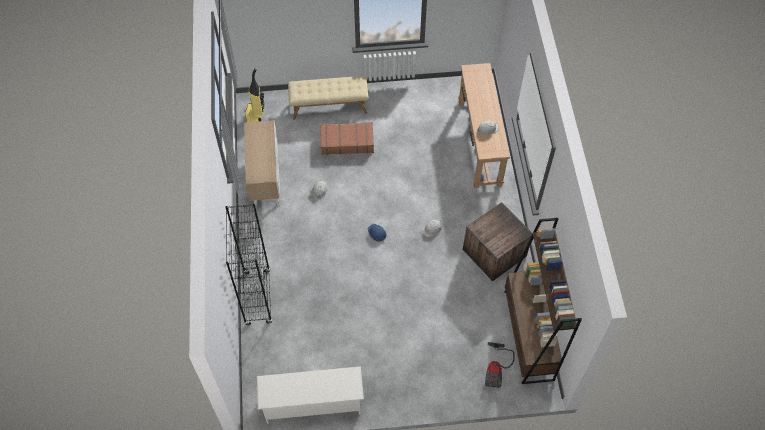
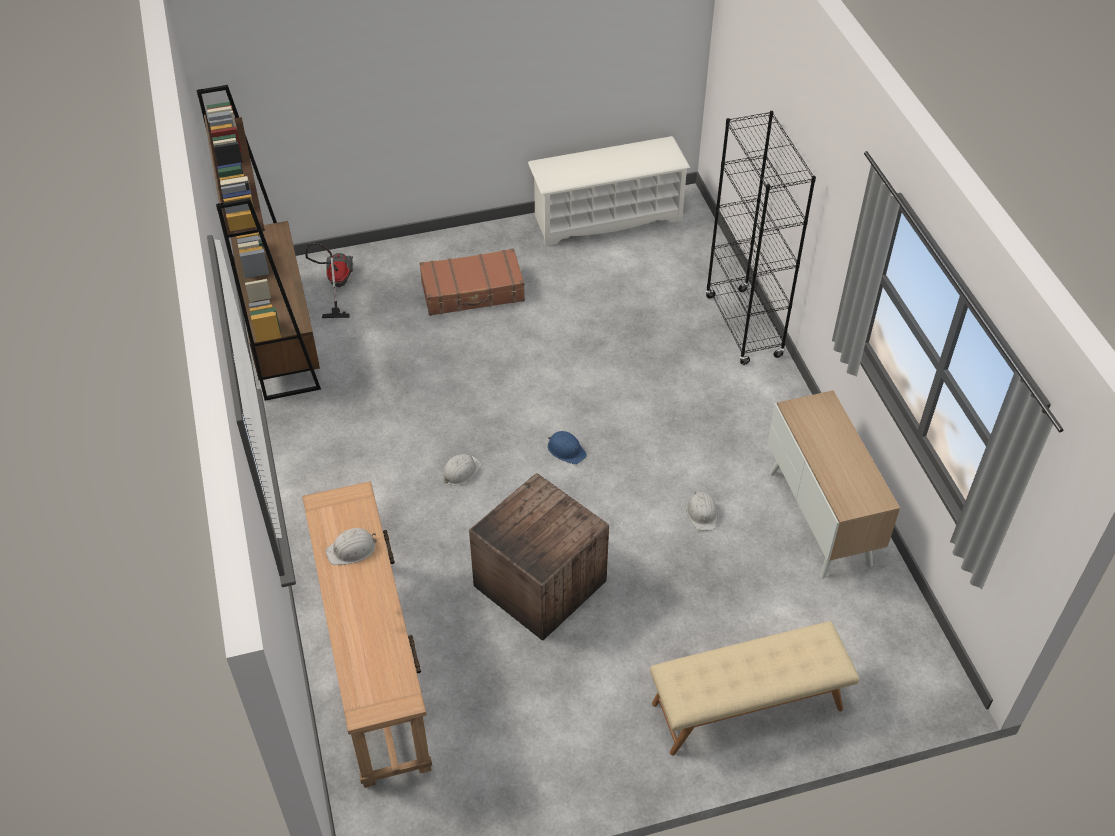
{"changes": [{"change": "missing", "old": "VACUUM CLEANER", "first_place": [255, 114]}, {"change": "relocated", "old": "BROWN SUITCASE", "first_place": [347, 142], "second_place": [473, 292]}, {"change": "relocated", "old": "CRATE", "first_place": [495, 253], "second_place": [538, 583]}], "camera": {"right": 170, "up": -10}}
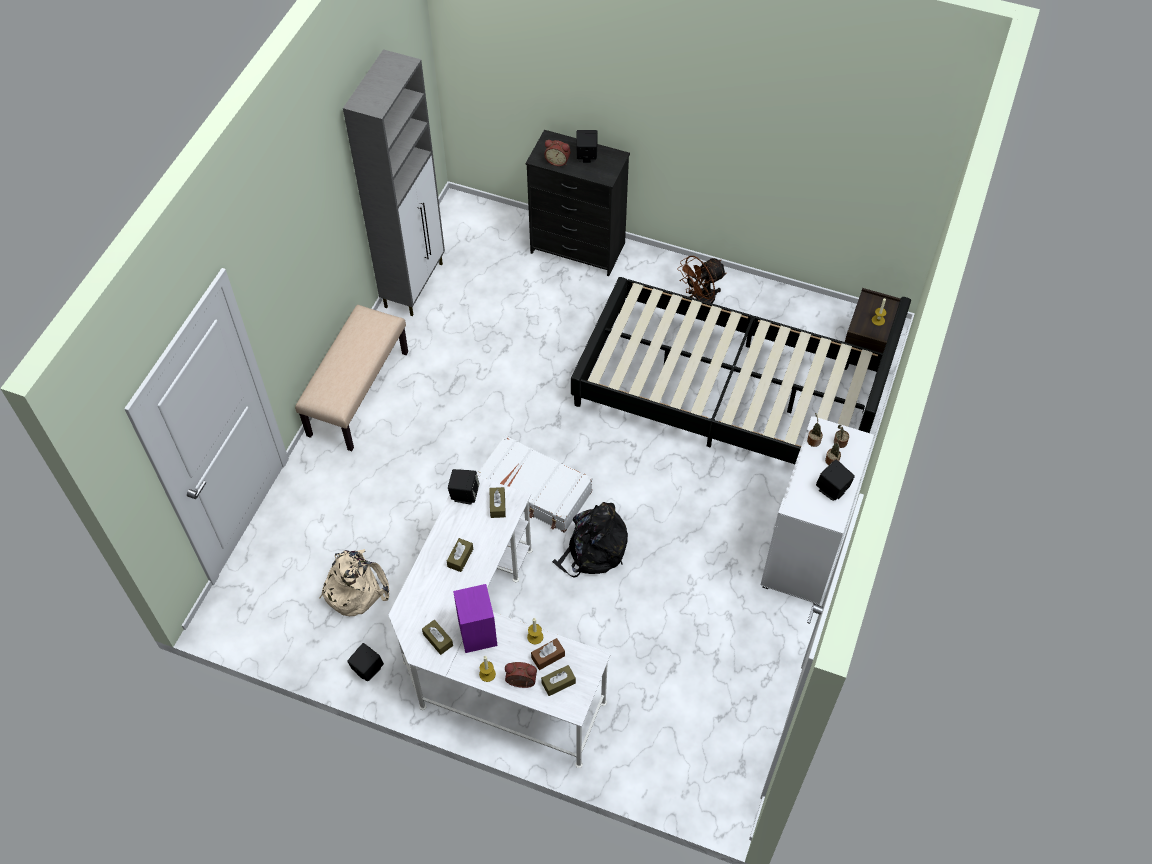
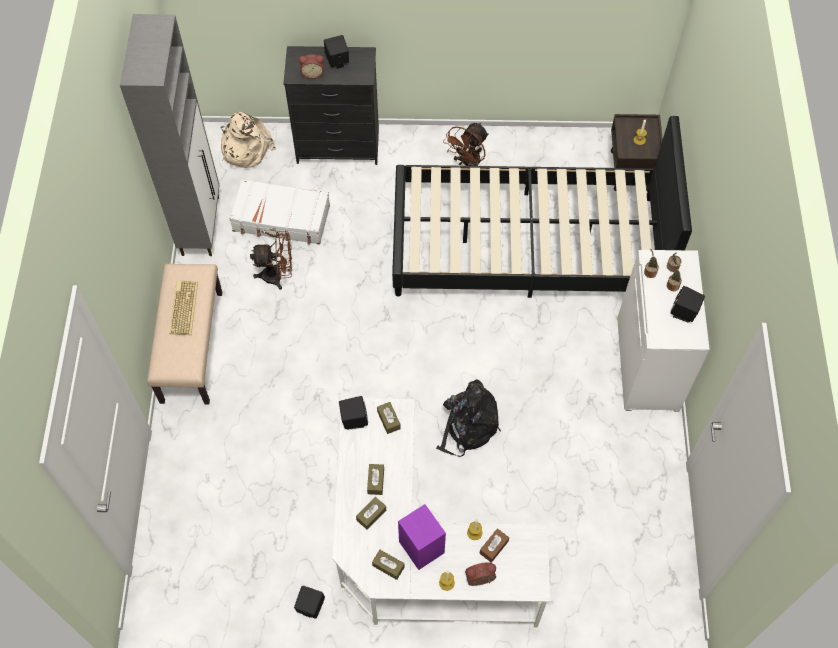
{"changes": [{"change": "relocated", "old": "WHITE SUITCASE", "first_place": [534, 491], "second_place": [281, 219]}, {"change": "relocated", "old": "BEIGE BACKPACK", "first_place": [354, 587], "second_place": [244, 148]}, {"change": "relocated", "old": "BROWN TISSUE BOX", "first_place": [558, 683], "second_place": [371, 515]}, {"change": "appeared", "new": "BROWN FAN", "second_place": [278, 276]}, {"change": "appeared", "new": "KEYBOARD", "second_place": [183, 307]}], "camera": {"right": -20, "up": 5}}
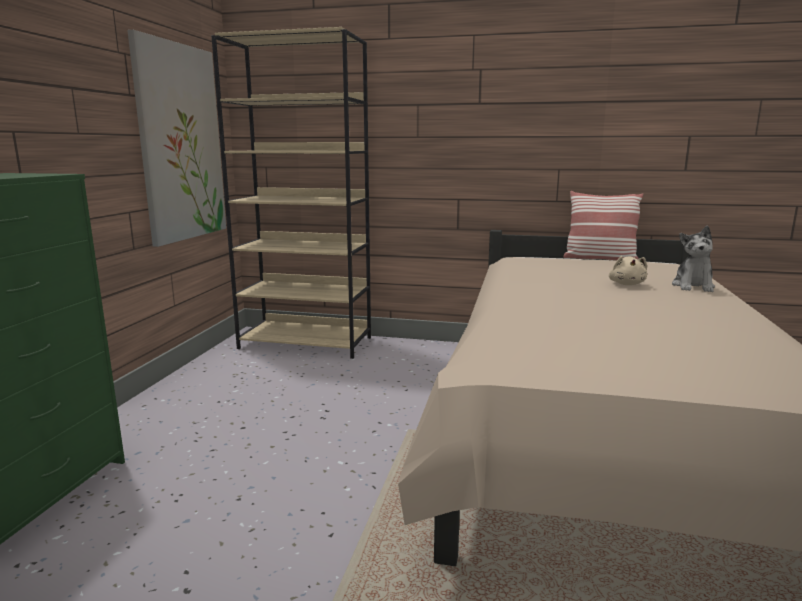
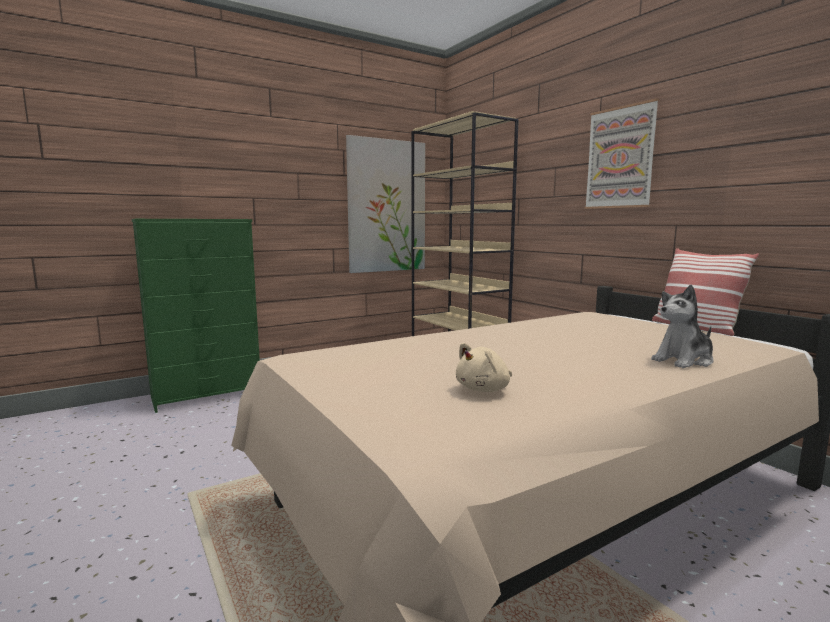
{"changes": [{"change": "relocated", "old": "BEIGE PLUSH TOY", "first_place": [626, 284], "second_place": [484, 389]}, {"change": "appeared", "new": "PICTURE", "second_place": [620, 158]}], "camera": {"right": 45, "up": -5}}
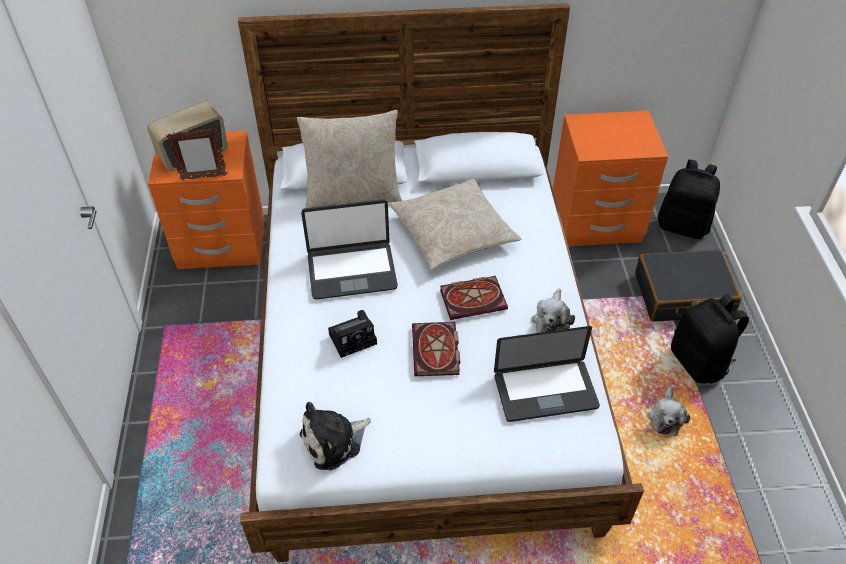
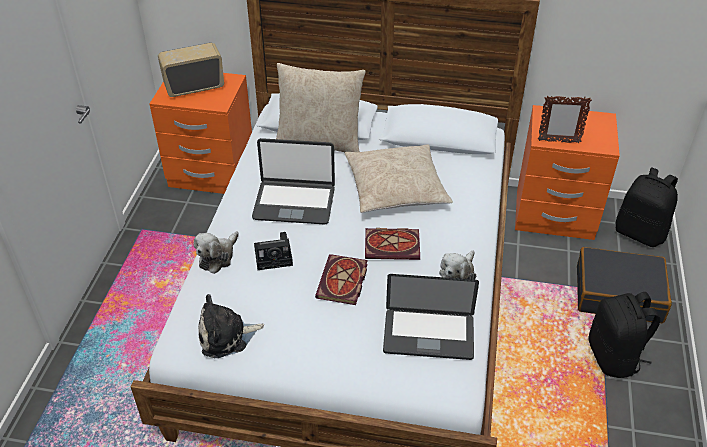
{"changes": [{"change": "relocated", "old": "PICTURE FRAME", "first_place": [203, 177], "second_place": [558, 141]}, {"change": "relocated", "old": "PLUSH TOY", "first_place": [665, 417], "second_place": [218, 257]}], "camera": {"right": 15, "up": -5}}
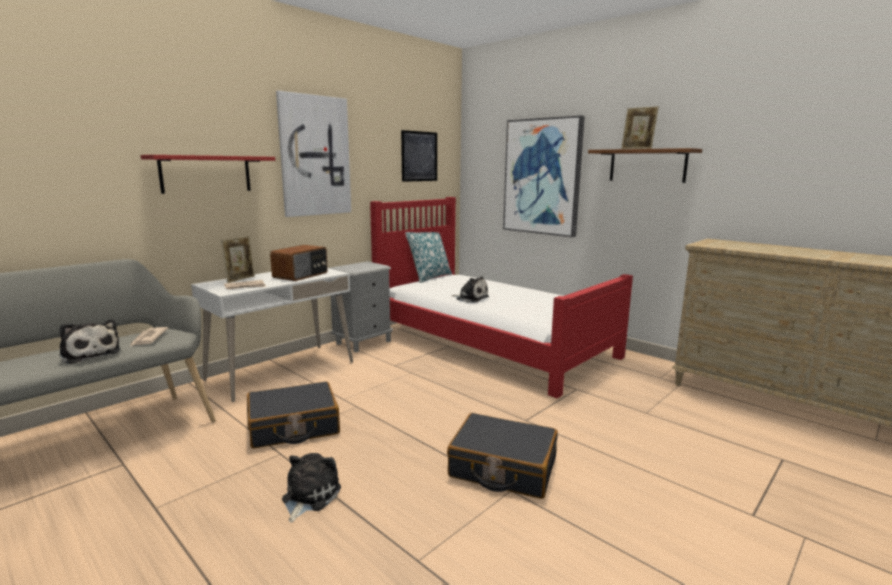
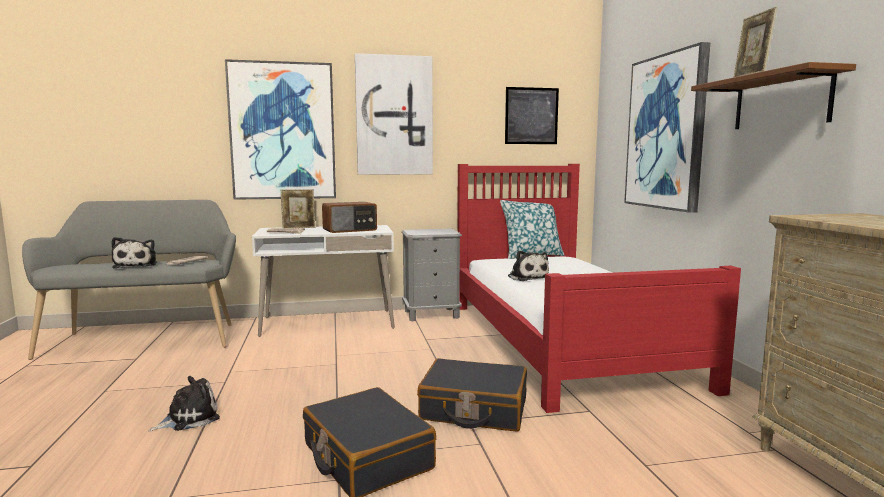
{"changes": [{"change": "exchanged", "old": "RED SHELF", "new": "PICTURE", "first_place": [206, 174], "second_place": [283, 131]}, {"change": "relocated", "old": "BLACK SUITCASE", "first_place": [293, 427], "second_place": [474, 409]}], "camera": {"right": 35, "up": -5}}
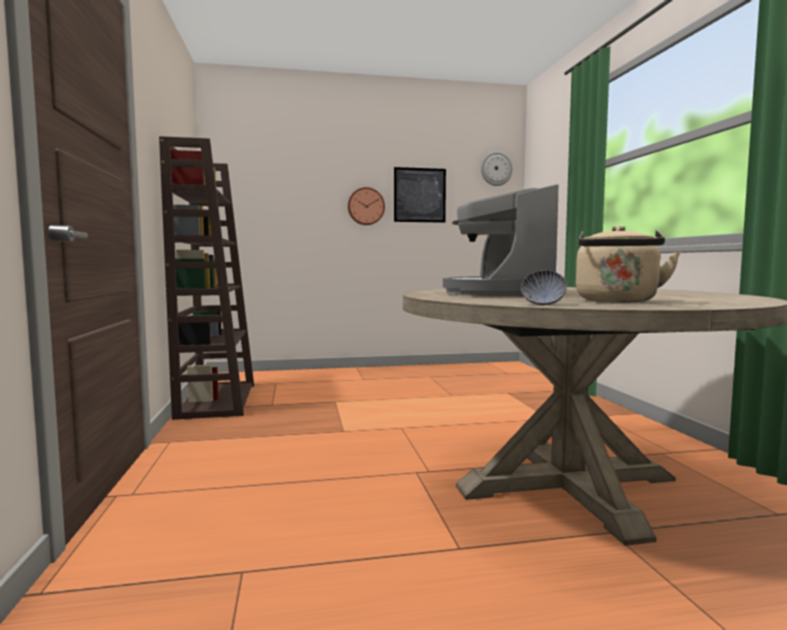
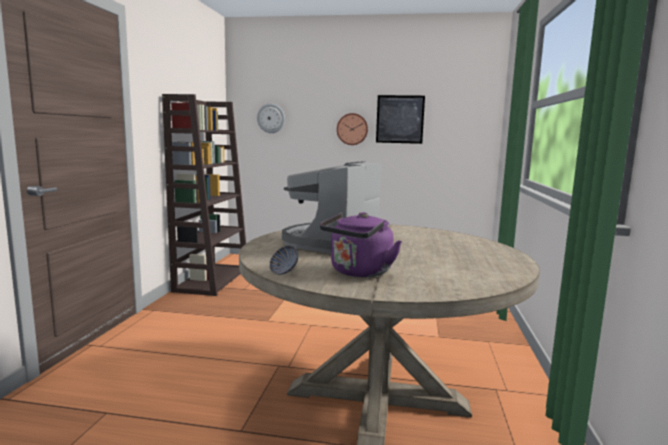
{"changes": [{"change": "relocated", "old": "WALL CLOCK", "first_place": [496, 168], "second_place": [271, 118]}, {"change": "colour", "old": "BEIGE KETTLE", "new": "PURPLE KETTLE", "first_place": [617, 301], "second_place": [359, 272]}], "camera": {"right": 20, "up": 5}}
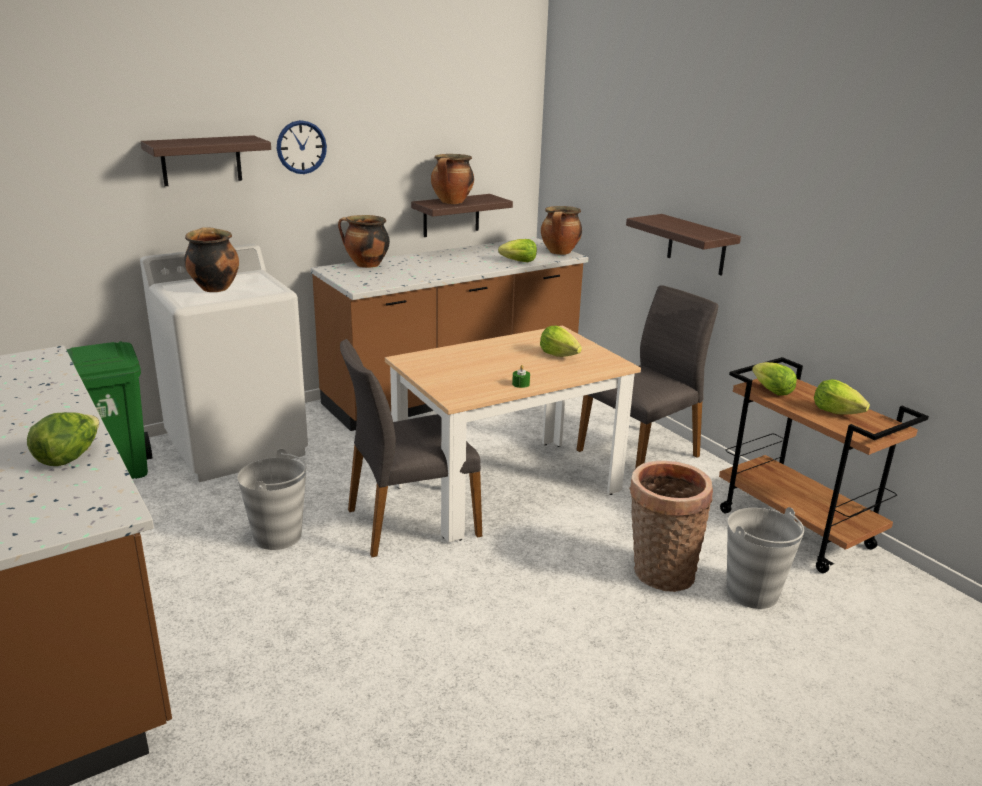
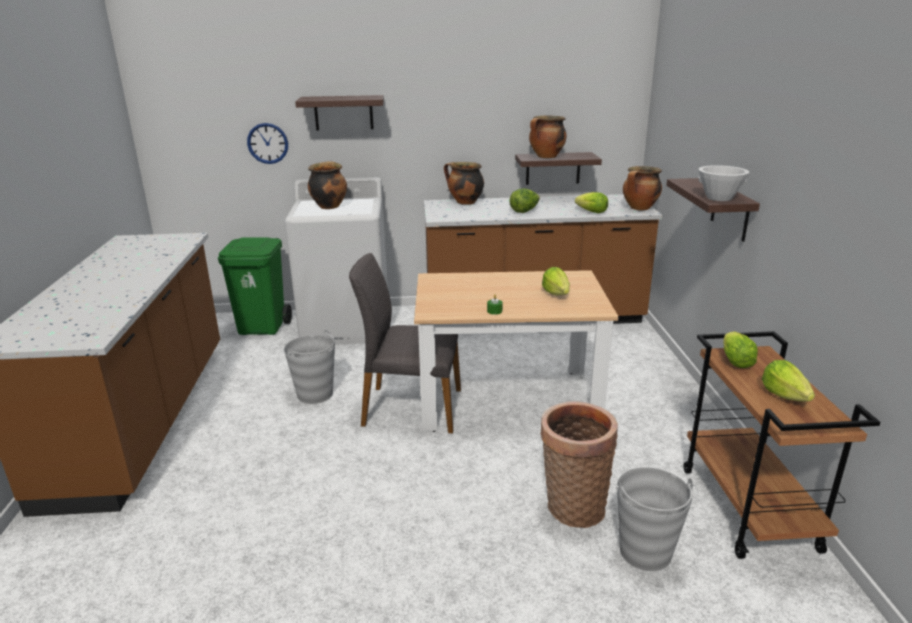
{"changes": [{"change": "relocated", "old": "WALL CLOCK", "first_place": [301, 147], "second_place": [267, 143]}, {"change": "missing", "old": "GREY CHAIR", "first_place": [640, 453]}, {"change": "relocated", "old": "LETTUCE", "first_place": [69, 457], "second_place": [524, 211]}, {"change": "appeared", "new": "WHITE BOWL", "second_place": [719, 198]}], "camera": {"right": 30, "up": 0}}
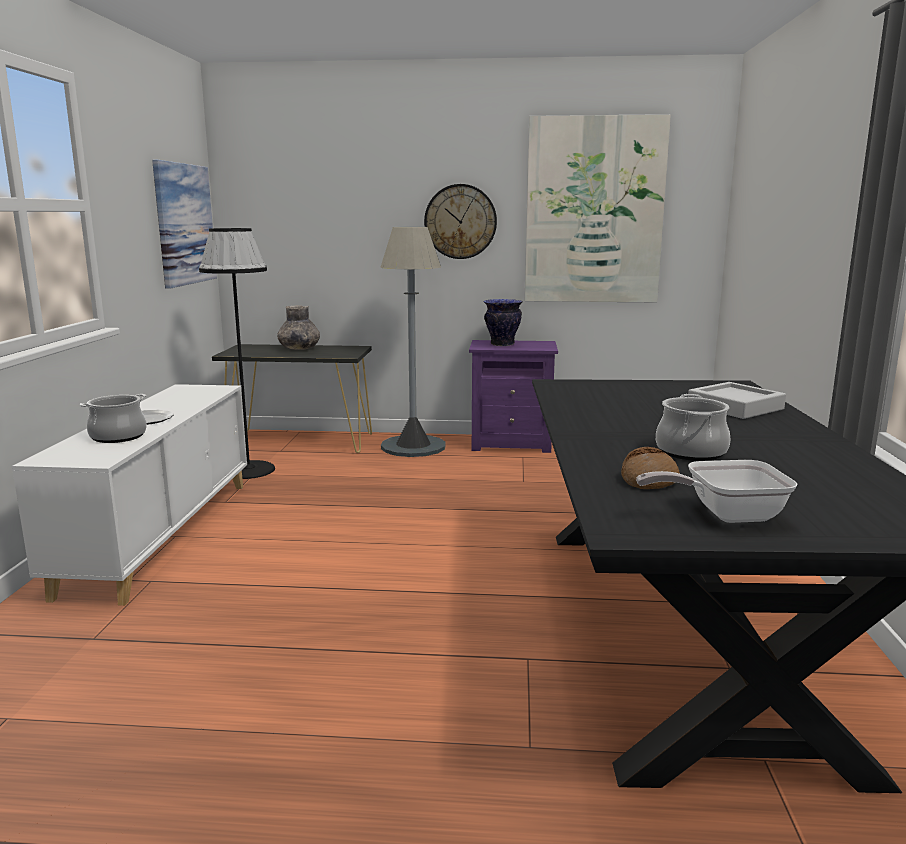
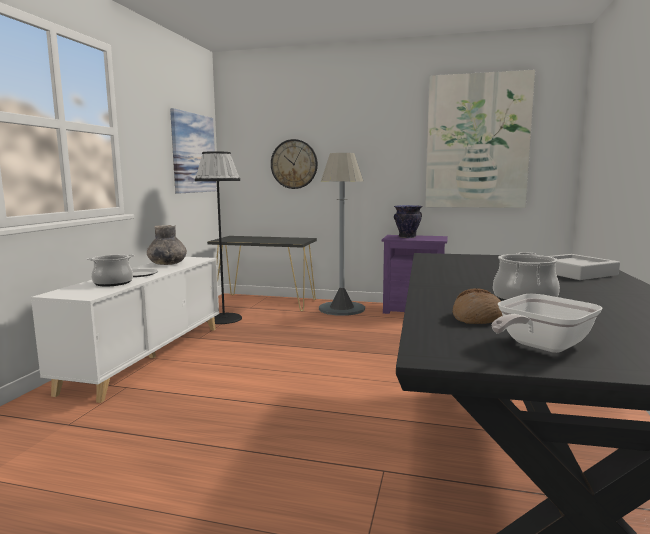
{"changes": [{"change": "relocated", "old": "WALL CLOCK", "first_place": [460, 221], "second_place": [294, 164]}, {"change": "relocated", "old": "GREY VASE", "first_place": [299, 349], "second_place": [167, 264]}, {"change": "spun", "old": "FRYING PAN", "first_place": [724, 515], "second_place": [539, 346], "degrees": -45}], "camera": {"right": 10, "up": -5}}
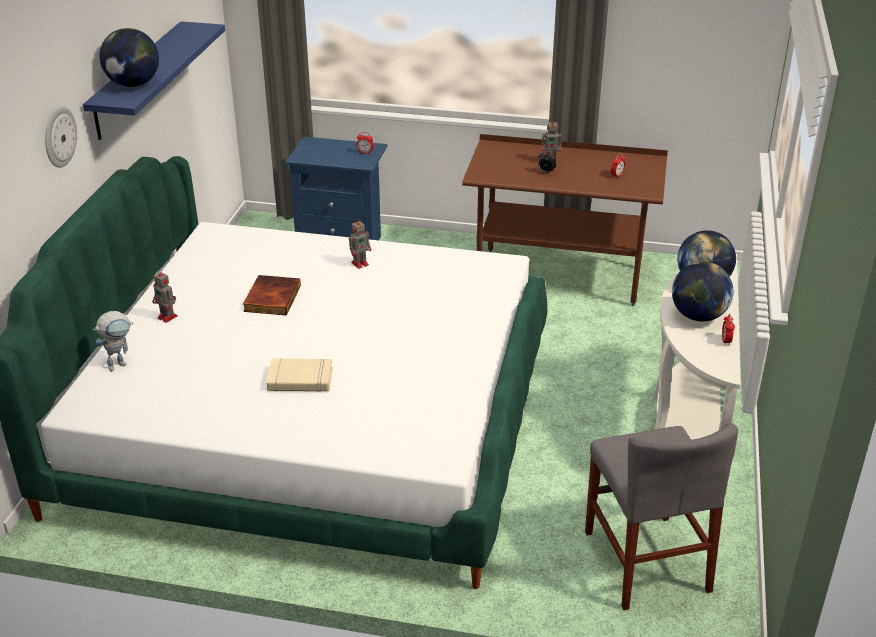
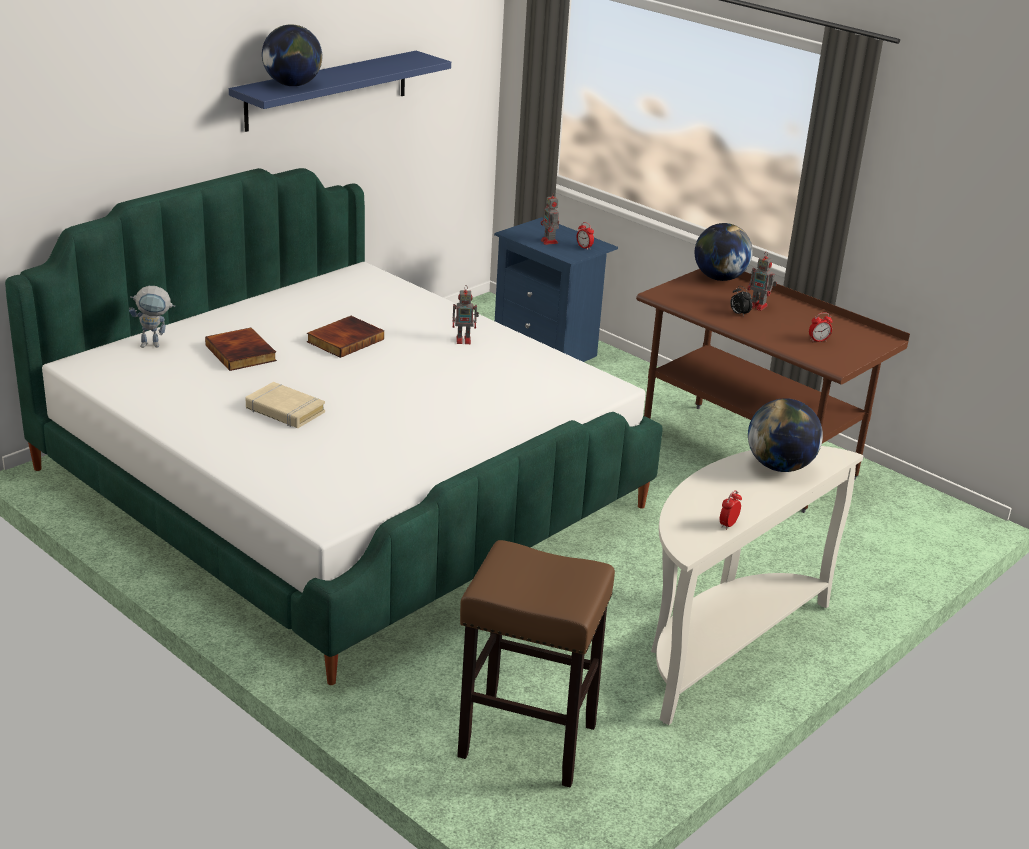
{"changes": [{"change": "missing", "old": "WALL CLOCK", "first_place": [59, 137]}, {"change": "relocated", "old": "GLOBE", "first_place": [698, 316], "second_place": [719, 278]}, {"change": "relocated", "old": "TOY ROBOT", "first_place": [168, 317], "second_place": [549, 242]}, {"change": "exchanged", "old": "GREY CHAIR", "new": "BROWN STOOL", "first_place": [646, 561], "second_place": [525, 740]}, {"change": "appeared", "new": "BOOK", "second_place": [242, 353]}], "camera": {"right": 30, "up": -5}}
